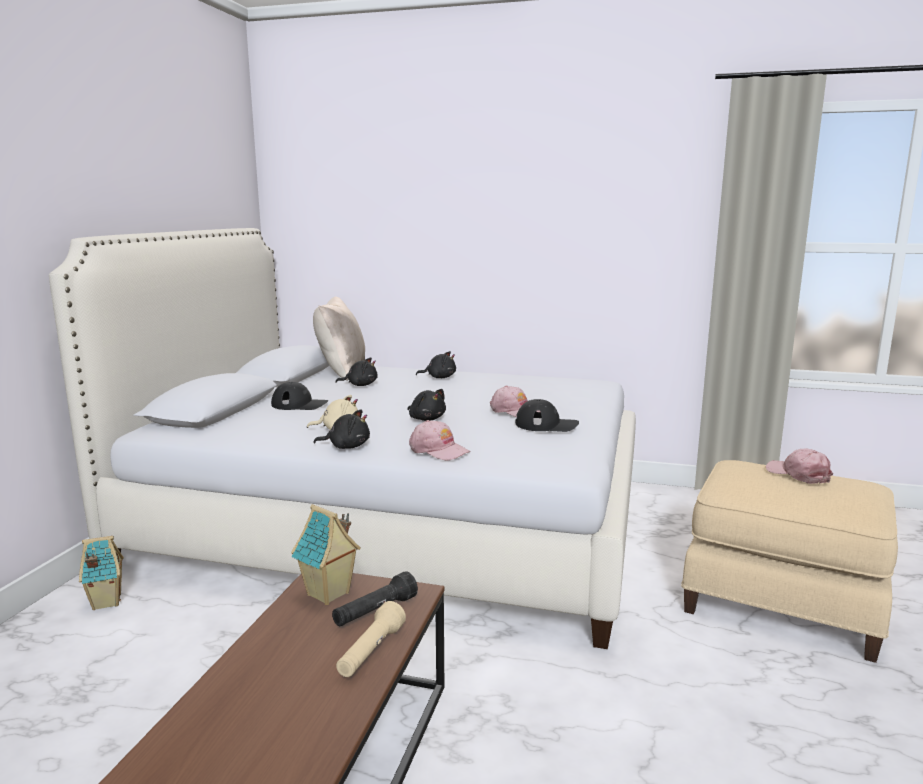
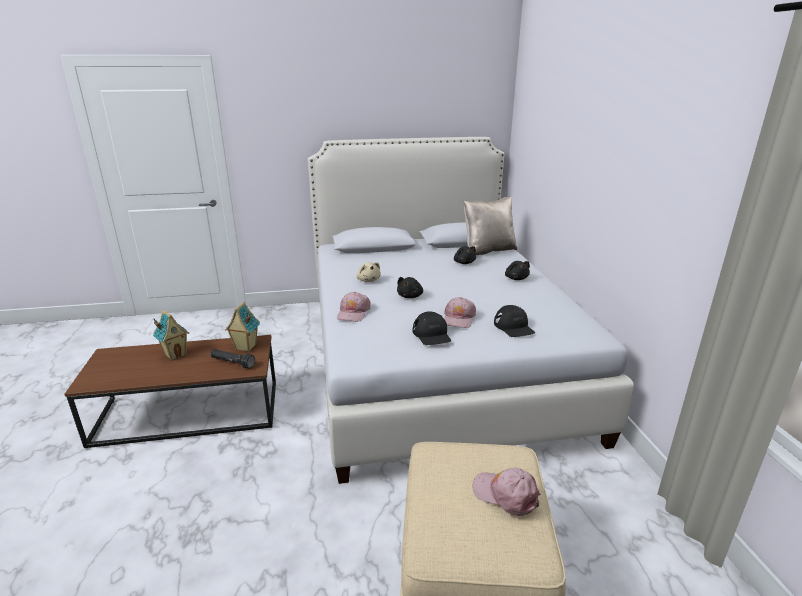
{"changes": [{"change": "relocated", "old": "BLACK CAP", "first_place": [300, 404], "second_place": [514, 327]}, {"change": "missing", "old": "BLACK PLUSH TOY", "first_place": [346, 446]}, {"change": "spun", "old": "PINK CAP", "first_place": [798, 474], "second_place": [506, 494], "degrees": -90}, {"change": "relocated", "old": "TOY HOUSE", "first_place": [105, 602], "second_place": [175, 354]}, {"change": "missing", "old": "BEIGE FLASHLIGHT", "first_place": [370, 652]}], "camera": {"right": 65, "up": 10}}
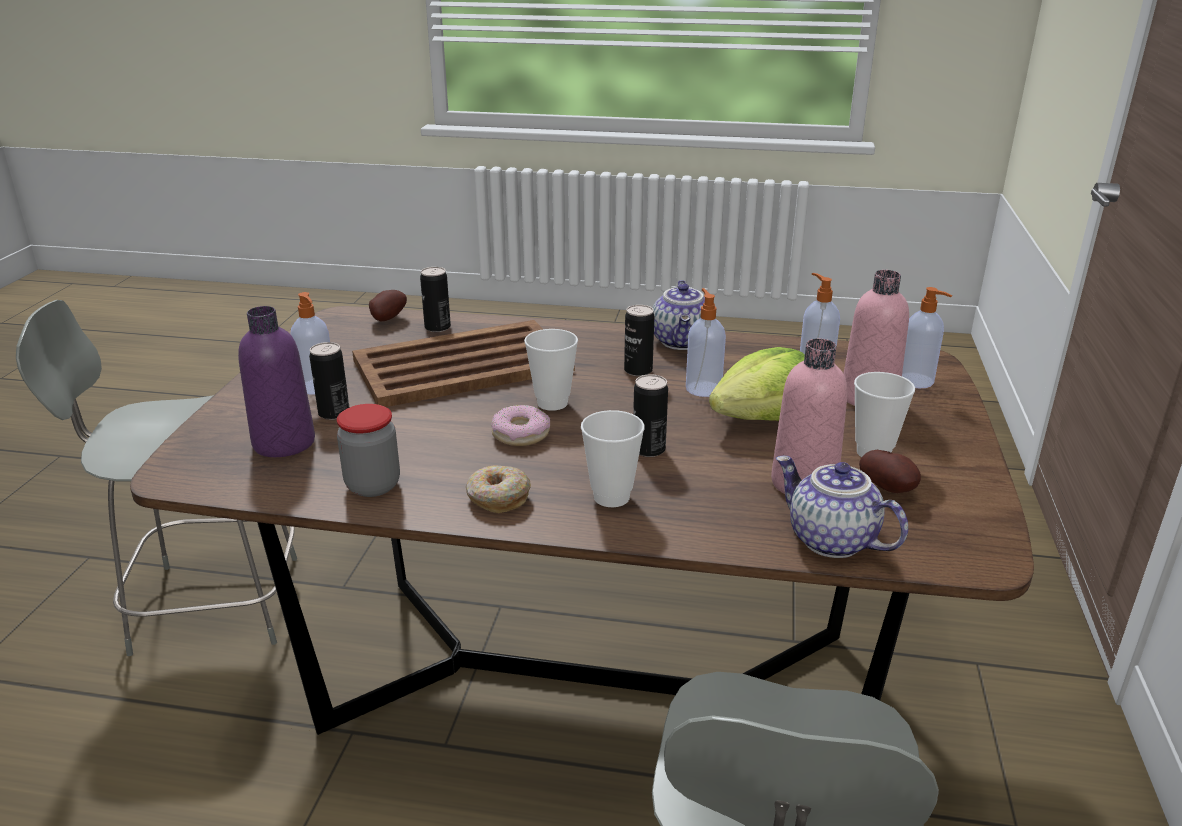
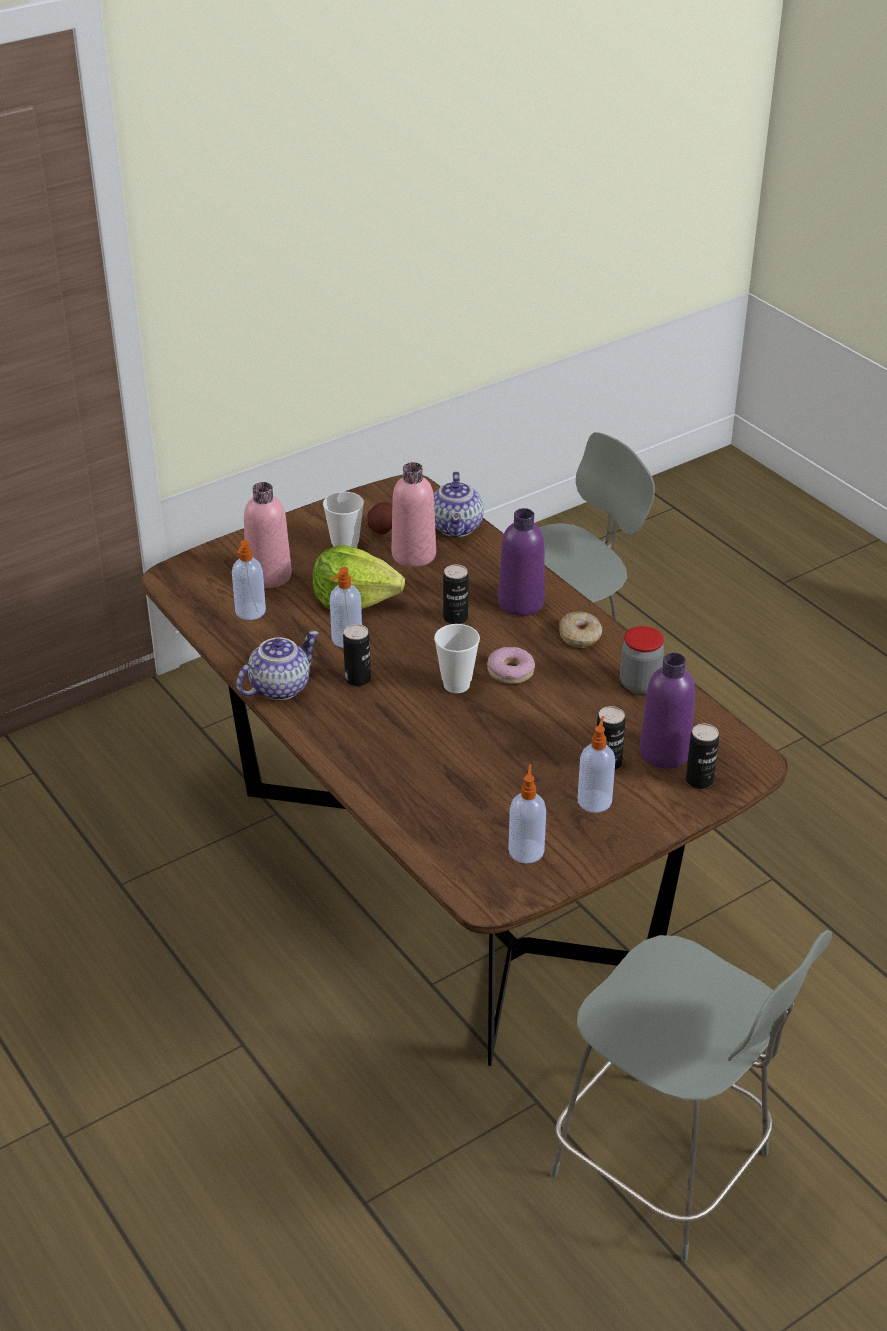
{"changes": [{"change": "relocated", "old": "CAN", "first_place": [437, 327], "second_place": [699, 780]}, {"change": "relocated", "old": "SOAP DISPENSER", "first_place": [916, 381], "second_place": [526, 850]}, {"change": "missing", "old": "POTATO", "first_place": [387, 319]}, {"change": "missing", "old": "BROWN TRAY", "first_place": [460, 365]}, {"change": "exchanged", "old": "CUP", "new": "PURPLE BOTTLE", "first_place": [611, 497], "second_place": [521, 603]}], "camera": {"right": -135, "up": 10}}
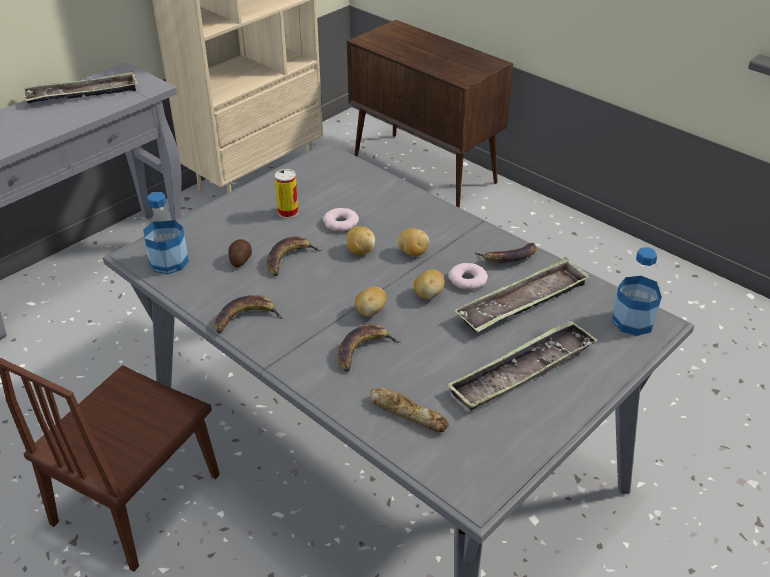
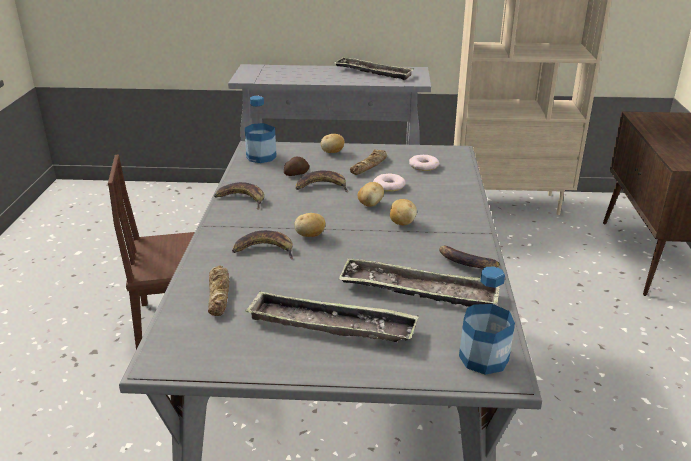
{"changes": [{"change": "exchanged", "old": "CAN", "new": "BREAD", "first_place": [288, 212], "second_place": [369, 166]}, {"change": "relocated", "old": "DONUT", "first_place": [467, 280], "second_place": [423, 166]}, {"change": "relocated", "old": "POTATO", "first_place": [428, 295], "second_place": [332, 152]}], "camera": {"right": 50, "up": -10}}
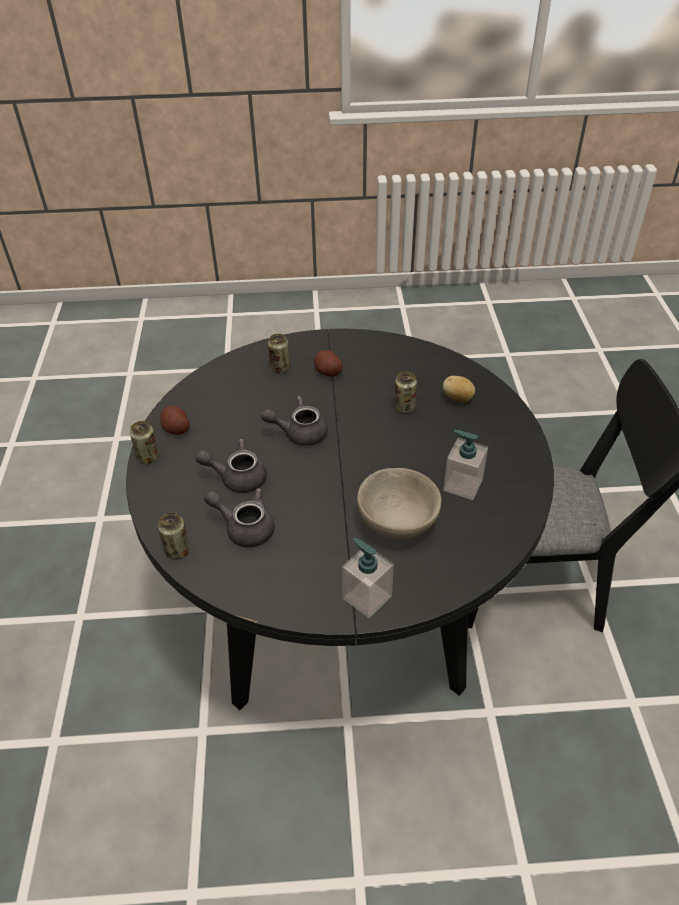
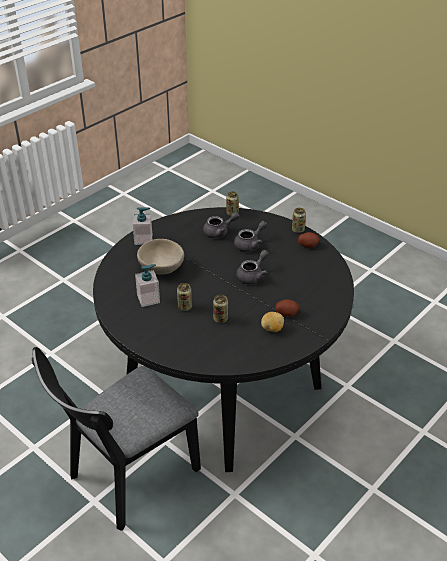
{"changes": [{"change": "relocated", "old": "CAN", "first_place": [280, 368], "second_place": [185, 307]}, {"change": "relocated", "old": "POTATO", "first_place": [457, 398], "second_place": [272, 329]}], "camera": {"right": 135, "up": -5}}
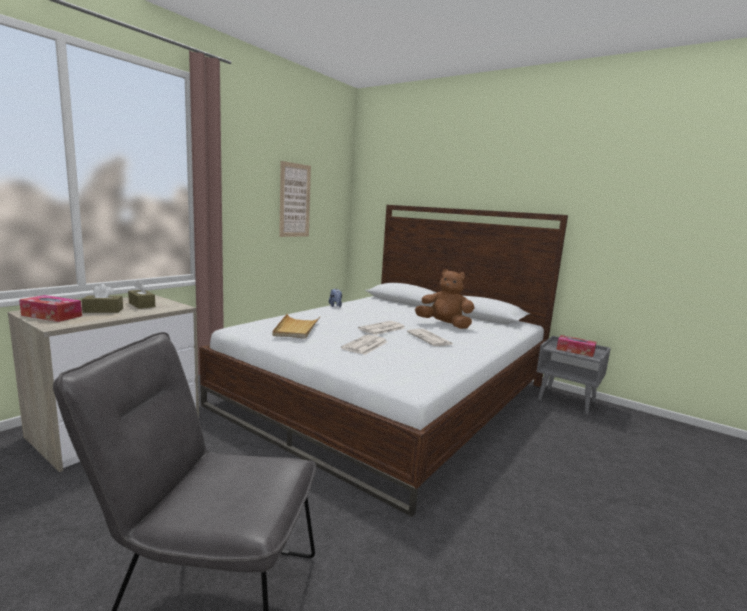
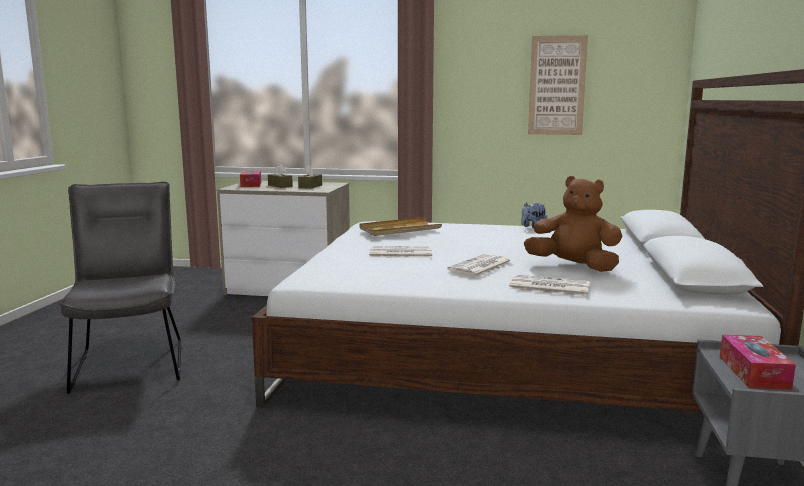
{"changes": [{"change": "spun", "old": "BROWN PLUSH TOY", "first_place": [444, 325], "second_place": [574, 267], "degrees": -60}, {"change": "relocated", "old": "NEWSPAPER", "first_place": [382, 329], "second_place": [548, 287]}], "camera": {"right": 65, "up": 0}}
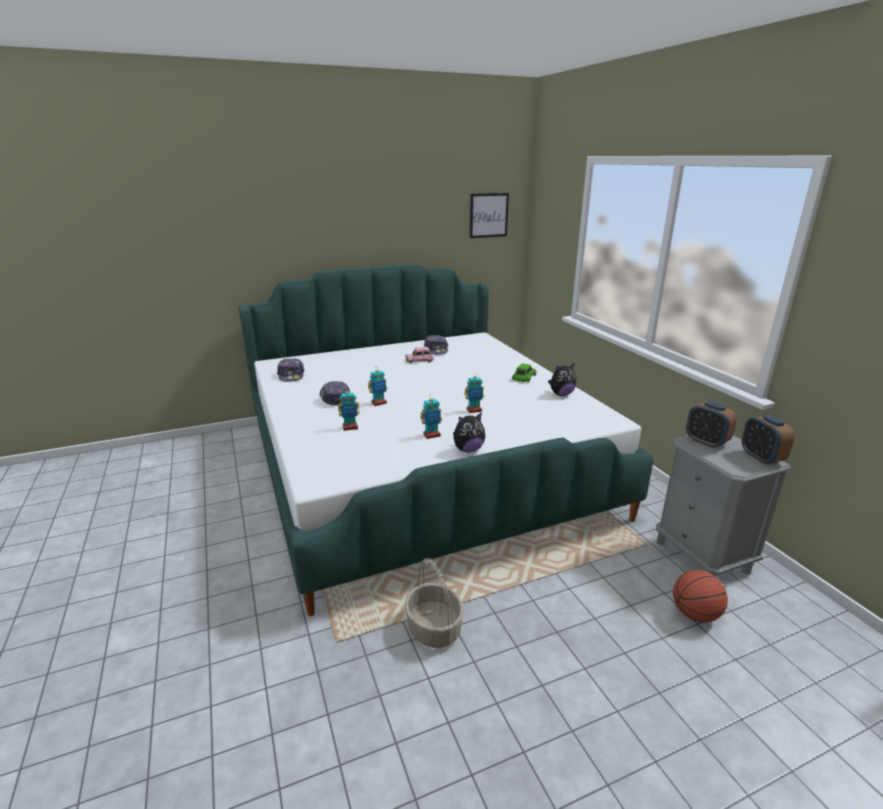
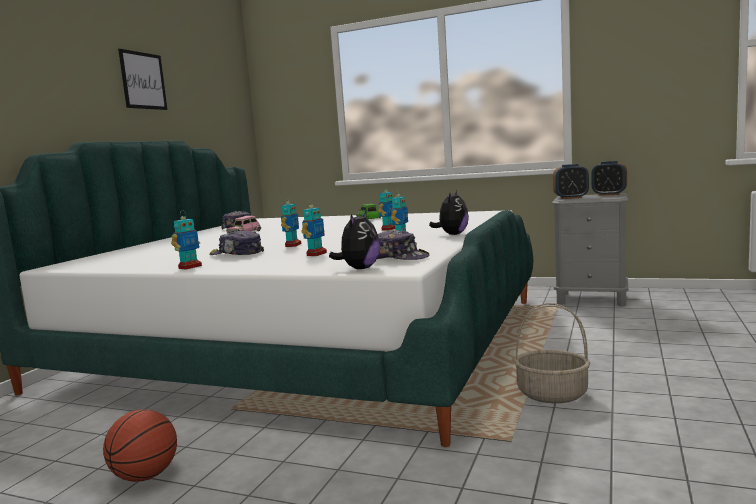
{"changes": [{"change": "relocated", "old": "PICTURE", "first_place": [488, 215], "second_place": [143, 80]}, {"change": "relocated", "old": "CAP", "first_place": [291, 375], "second_place": [398, 258]}, {"change": "relocated", "old": "PLUSH TOY", "first_place": [561, 394], "second_place": [359, 269]}, {"change": "relocated", "old": "BASKETBALL", "first_place": [695, 614], "second_place": [145, 476]}, {"change": "appeared", "new": "TOY ROBOT", "second_place": [189, 267]}], "camera": {"right": -45, "up": -15}}
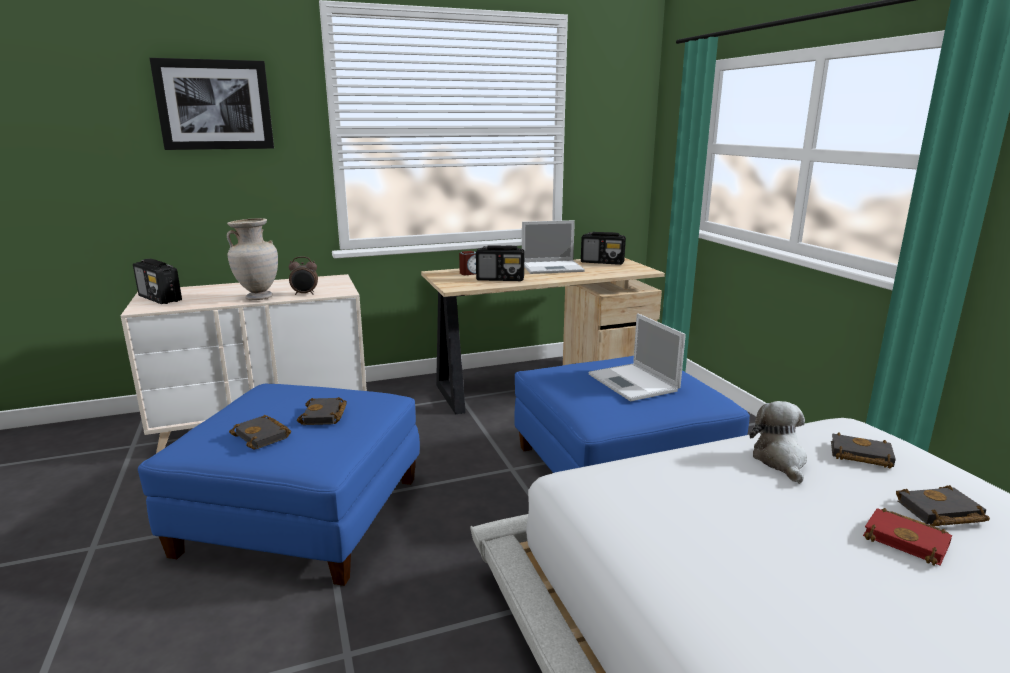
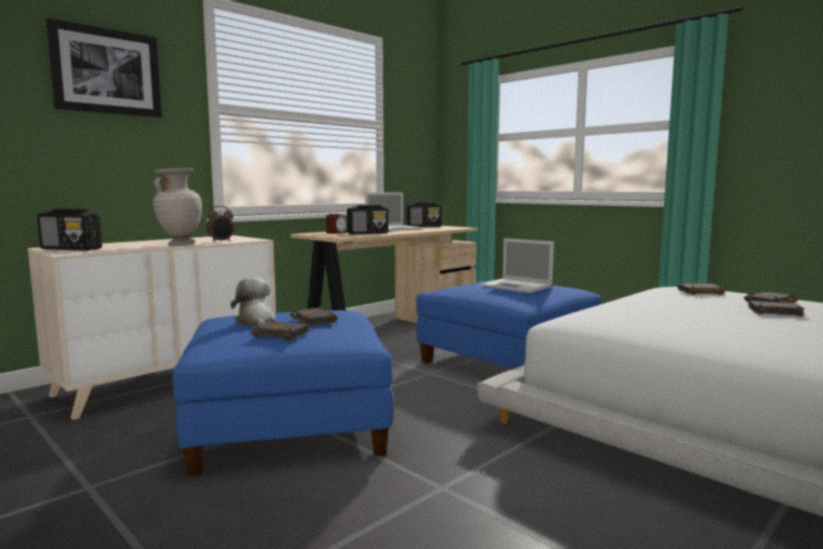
{"changes": [{"change": "relocated", "old": "PLUSH TOY", "first_place": [780, 460], "second_place": [255, 322]}, {"change": "colour", "old": "RED BOOK", "new": "BLACK BOOK", "first_place": [908, 541], "second_place": [776, 312]}], "camera": {"right": -25, "up": -10}}
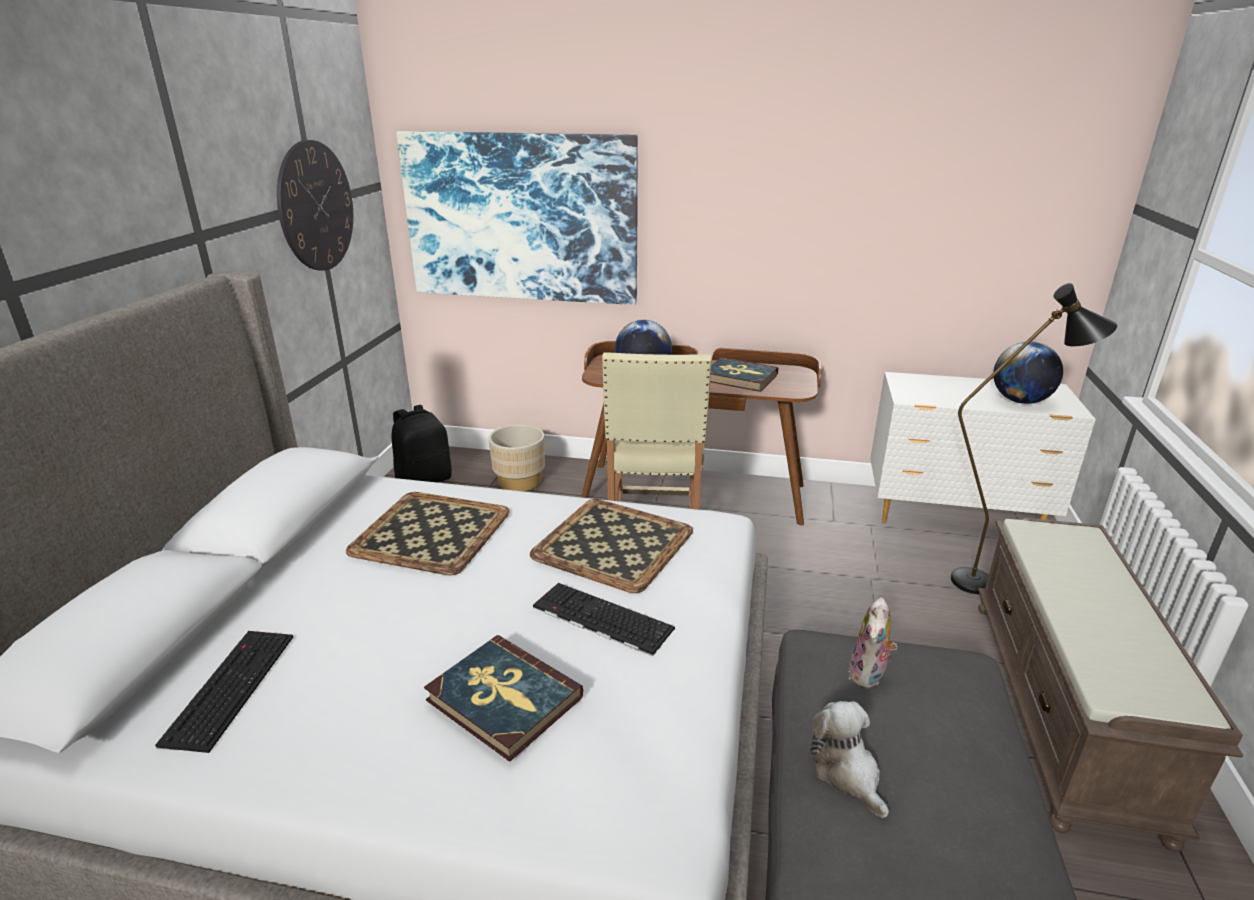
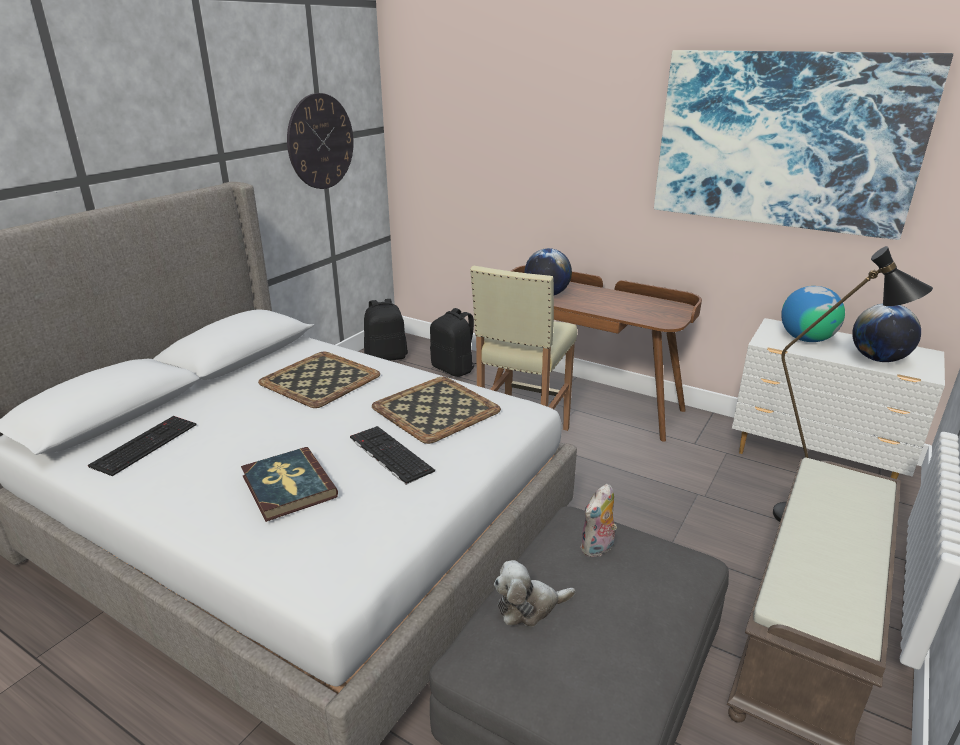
{"changes": [{"change": "relocated", "old": "PICTURE", "first_place": [520, 218], "second_place": [784, 141]}, {"change": "missing", "old": "BOOK", "first_place": [740, 378]}, {"change": "exchanged", "old": "BEIGE PLANTER", "new": "BLACK BACKPACK", "first_place": [520, 481], "second_place": [454, 369]}, {"change": "spun", "old": "PLUSH TOY", "first_place": [847, 772], "second_place": [529, 607], "degrees": -105}, {"change": "appeared", "new": "GLOBE", "second_place": [806, 339]}], "camera": {"right": 20, "up": 0}}
